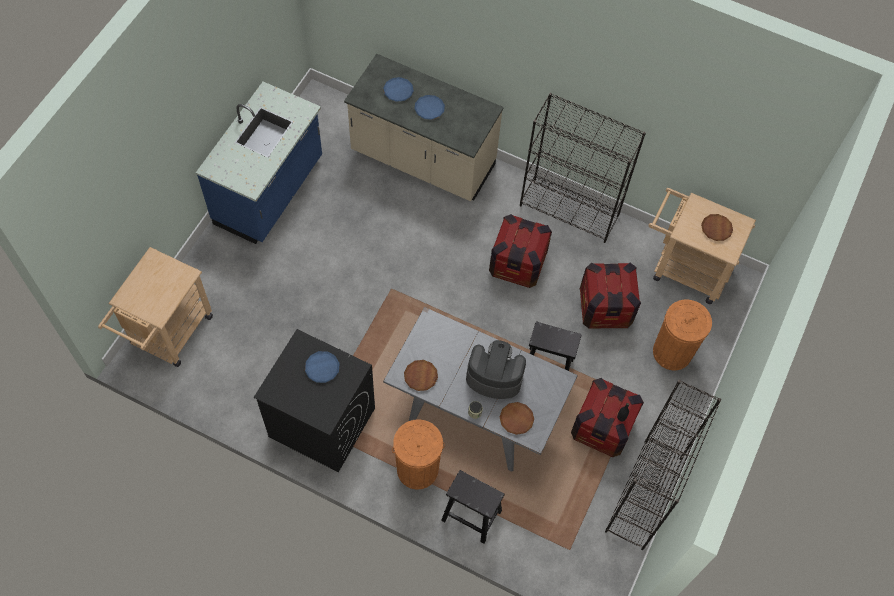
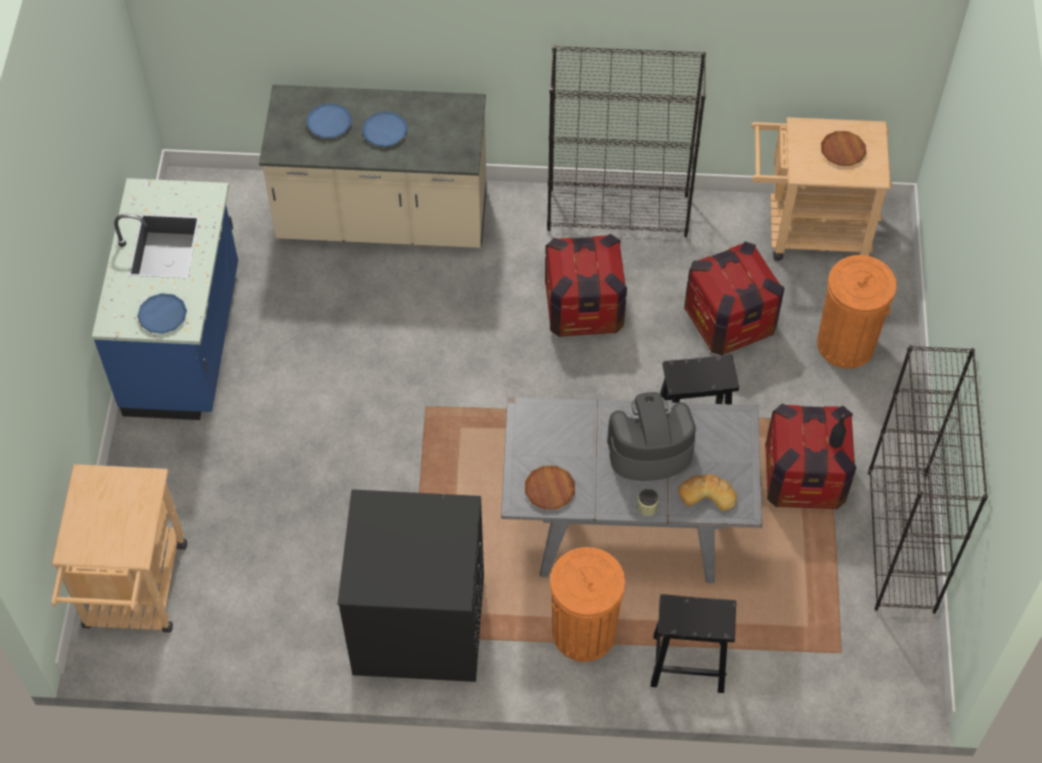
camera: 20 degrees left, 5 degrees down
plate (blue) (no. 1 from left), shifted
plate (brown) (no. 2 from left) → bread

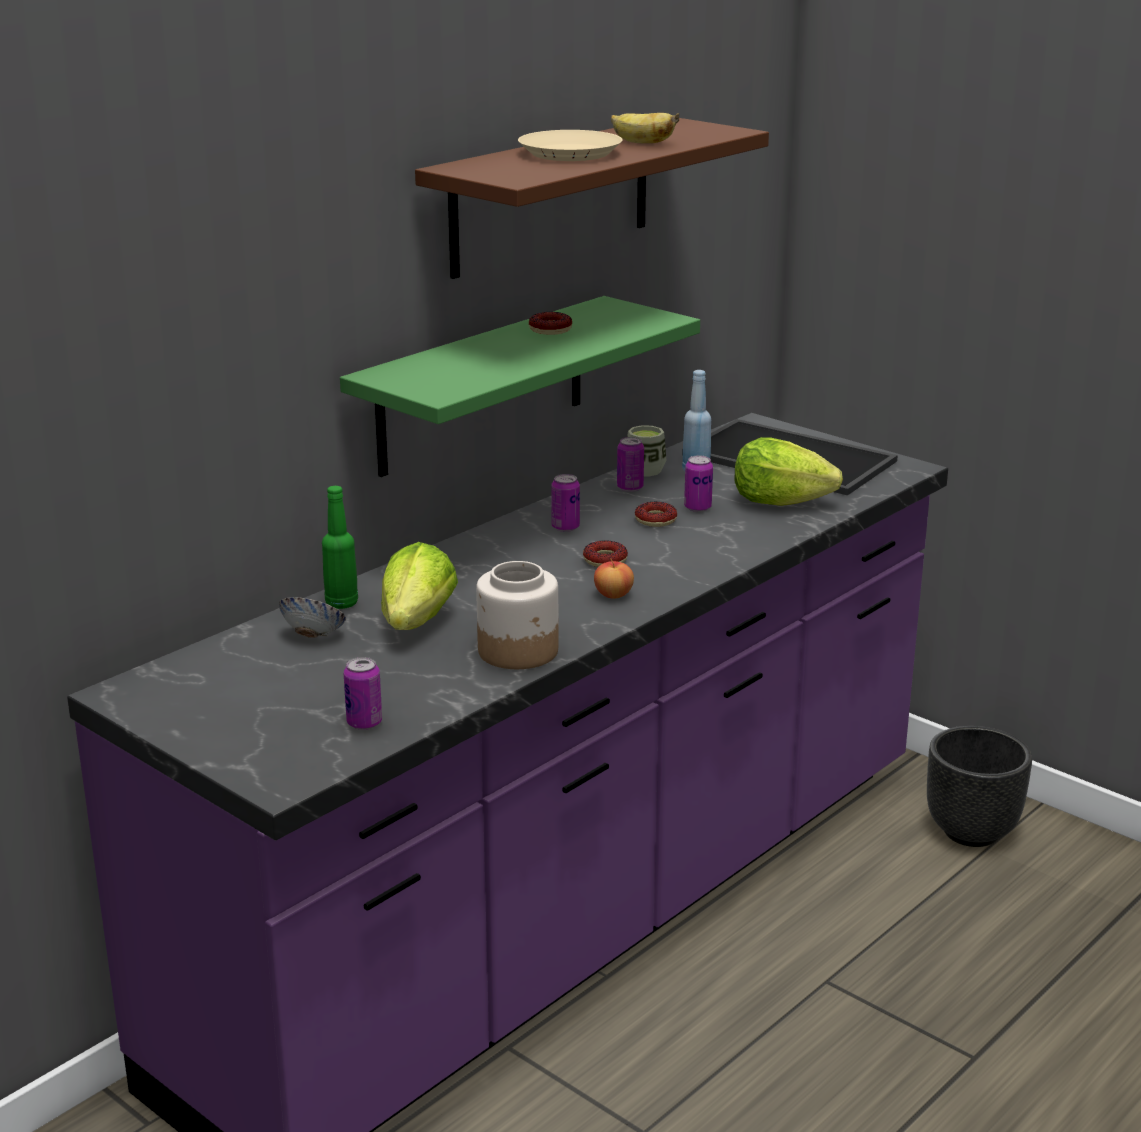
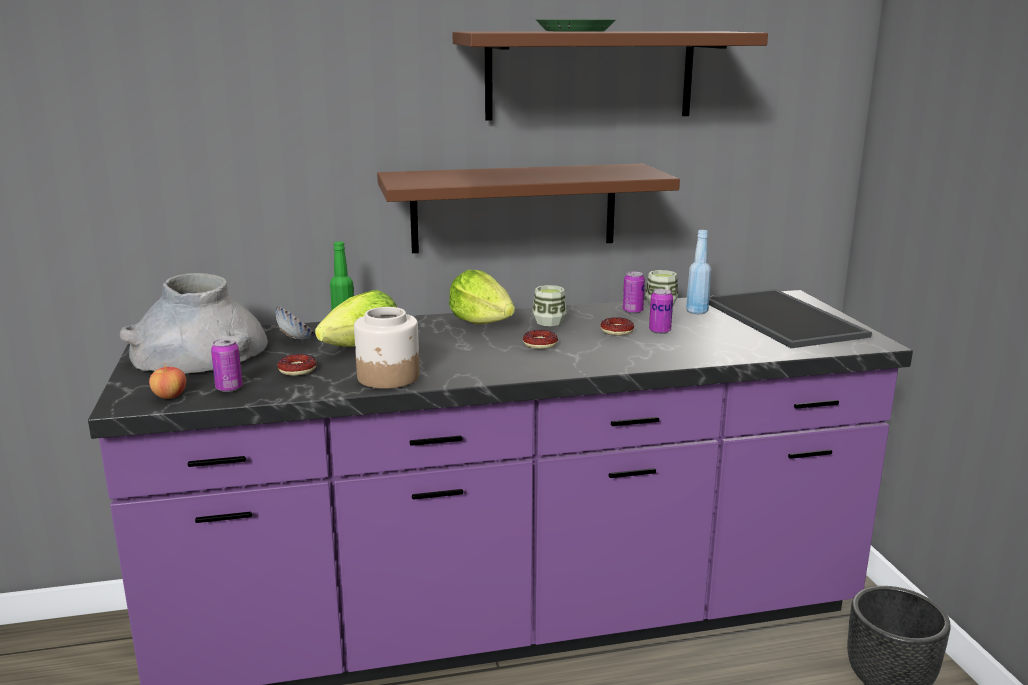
camera: 35 degrees right, 5 degrees down
banana → -
plate (beige) → plate (green)
shelf (green) → shelf (brown) (no. 1 from left)
donut (no. 1 from left), shifted
lettuce (no. 2 from left), shifted
can (no. 2 from left) → cup (no. 1 from left)
apple, shifted
- → vase (grey)

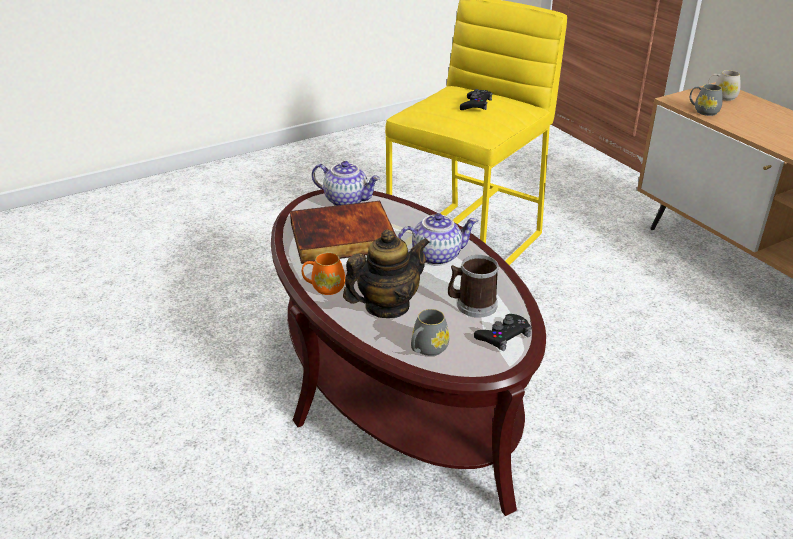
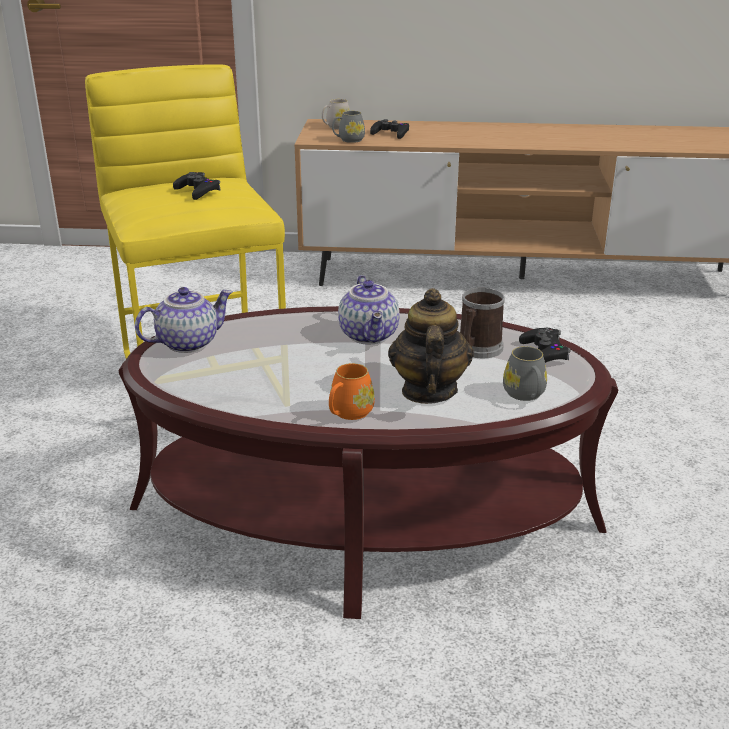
camera: 55 degrees left, 5 degrees down
book → -
teapot (no. 3 from left in the first image) → teapot (no. 2 from left), 150 degrees clockwise
- → game controller (black) (no. 2 from left)

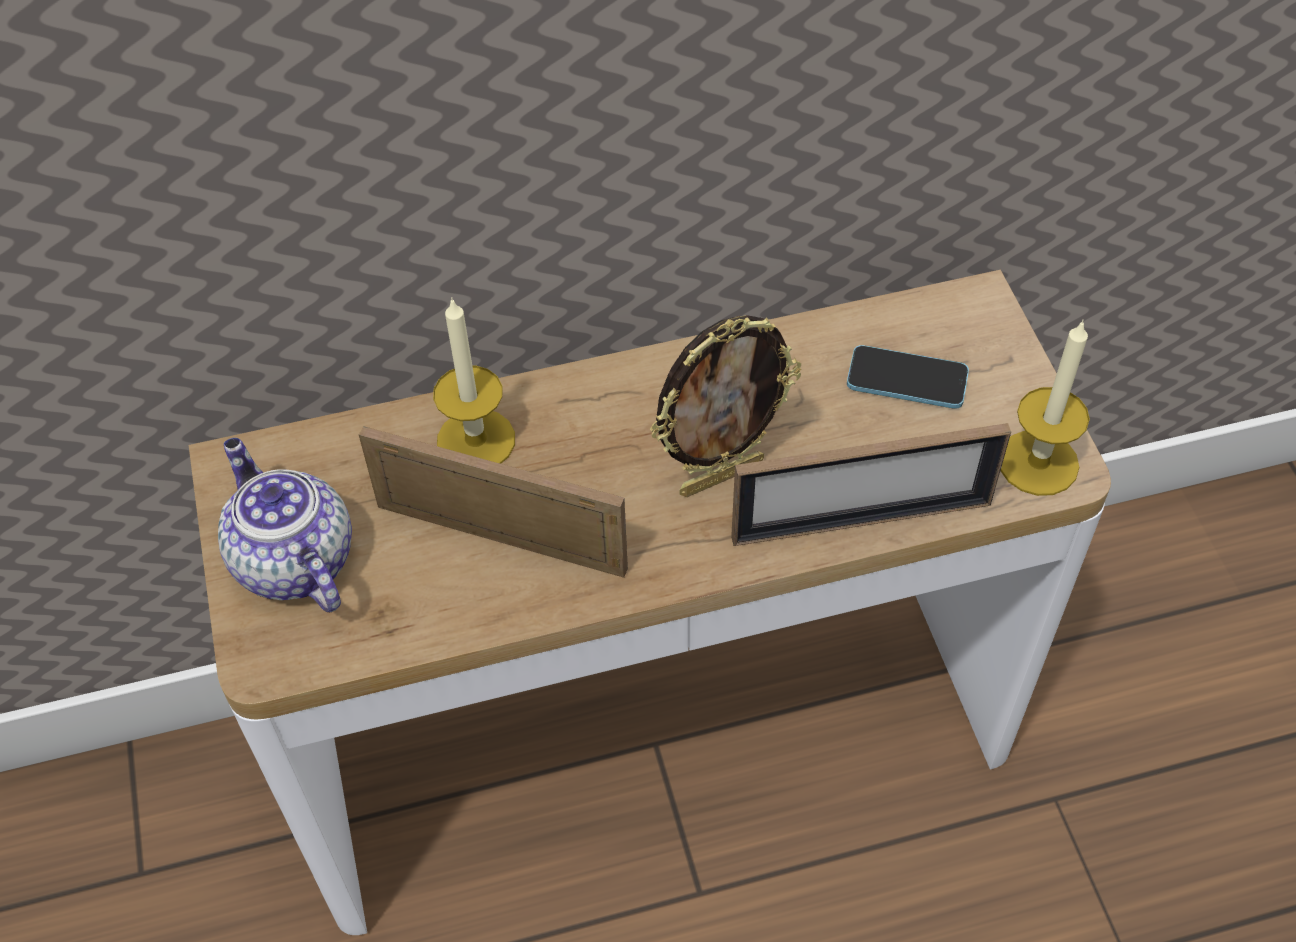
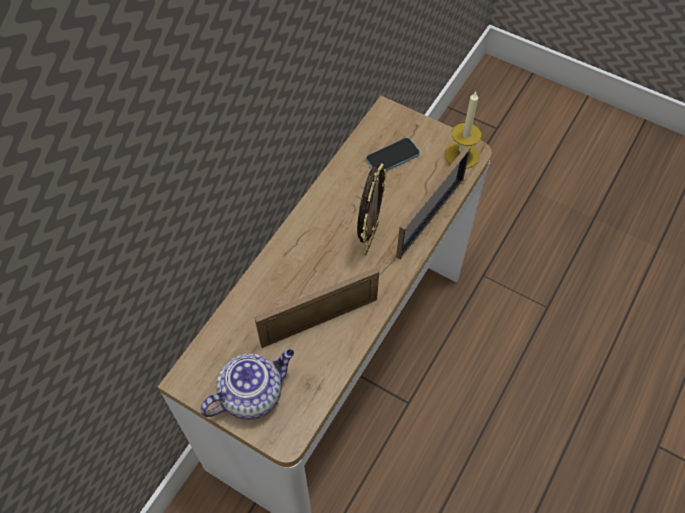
camera: 45 degrees left, 5 degrees up
candle (no. 1 from left) → -
teapot, 135 degrees clockwise

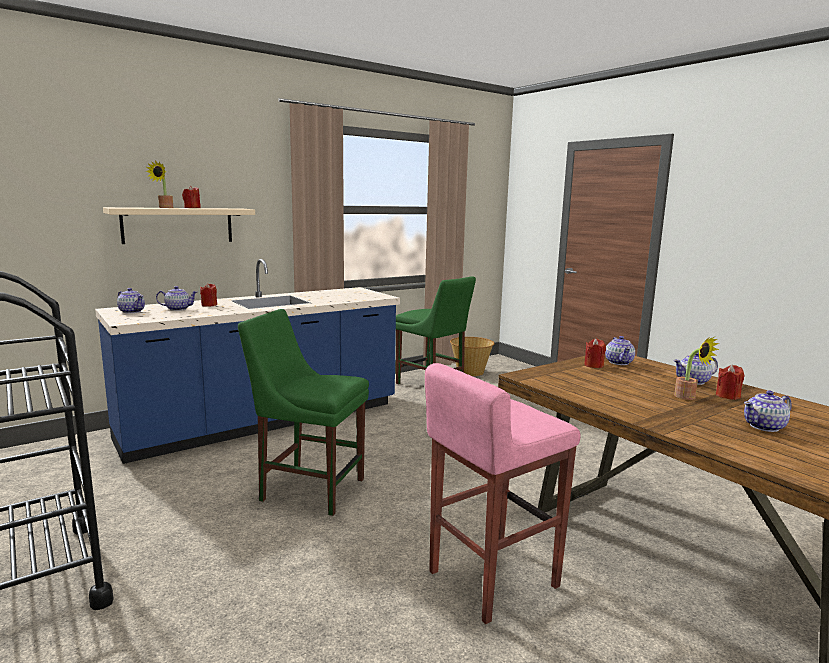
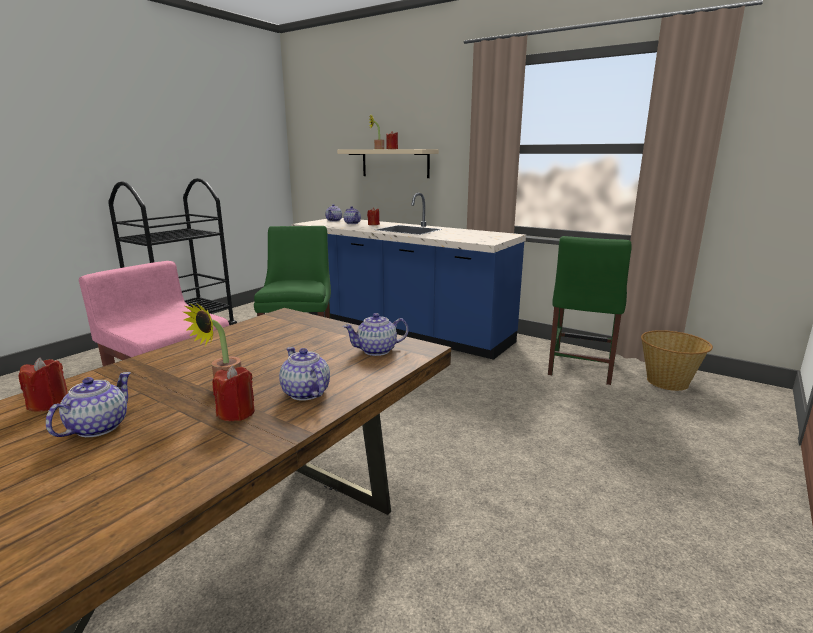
camera: 70 degrees right, 5 degrees up
candle (red) (no. 3 from left in the first image) → candle (red) (no. 1 from left), shifted
teapot (no. 5 from left in the first image) → teapot (no. 1 from left), 60 degrees clockwise

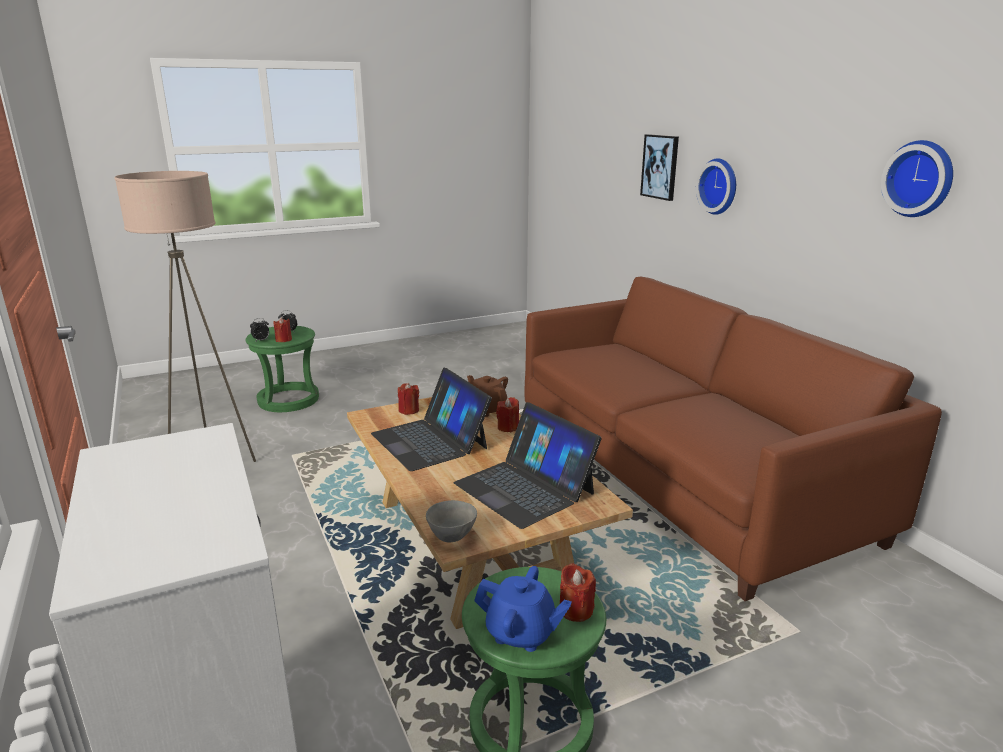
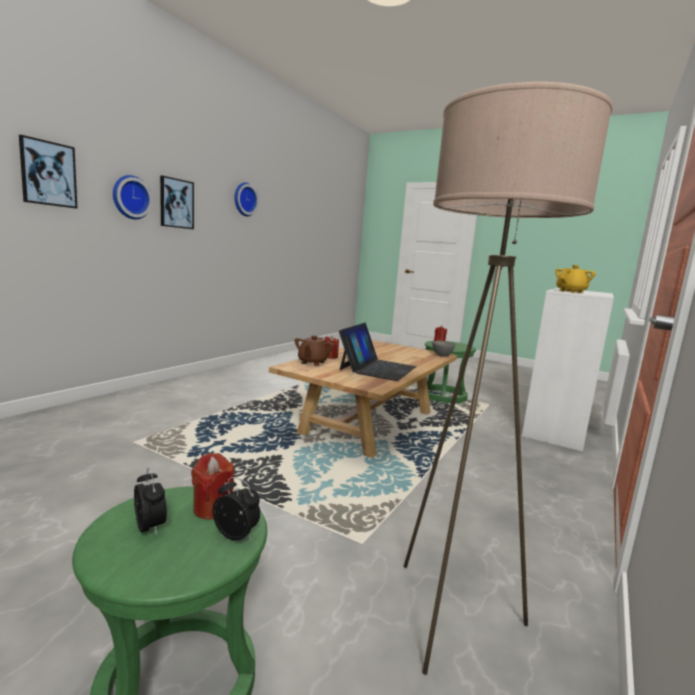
camera: 125 degrees left, 10 degrees down
sofa (brown) → -
candle (red) (no. 2 from left) → -
laptop (no. 2 from left) → -
teapot (blue) → -
- → picture (no. 2 from left)
- → teapot (yellow)

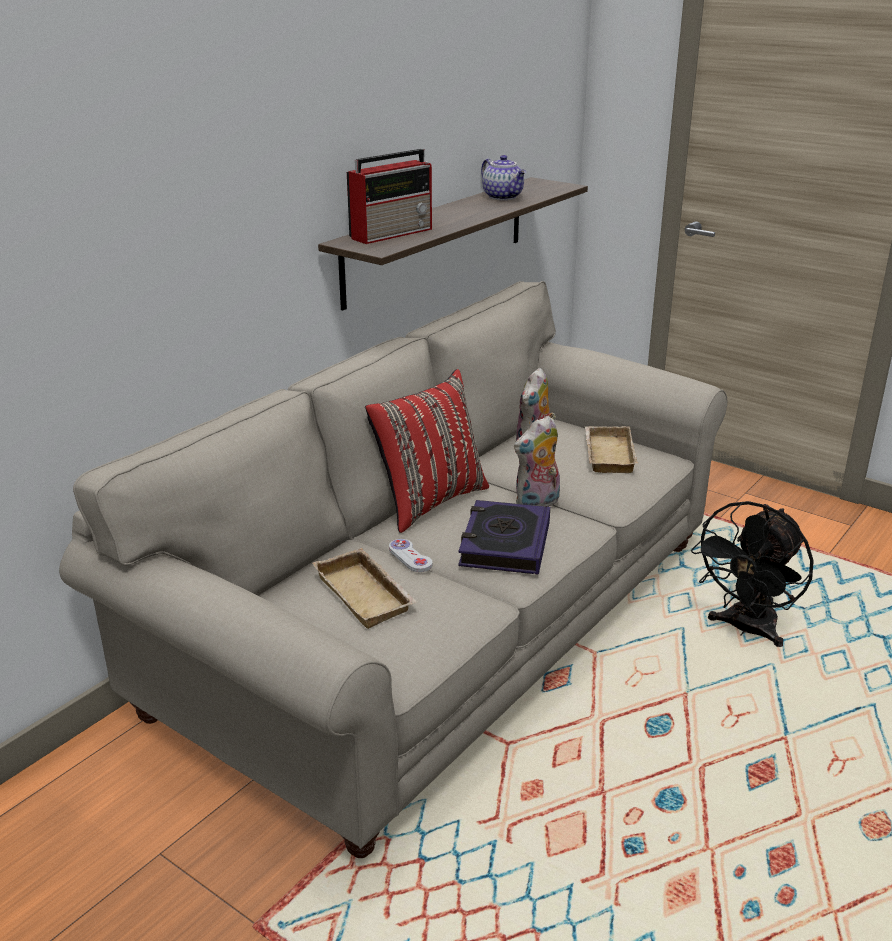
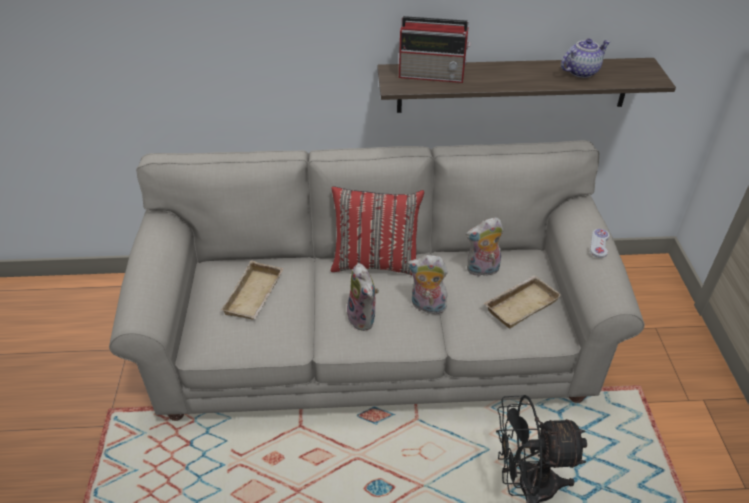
camera: 50 degrees right, 15 degrees up
teapot, 135 degrees counterclockwise
book → plush toy (no. 1 from left)
game controller (white), shifted

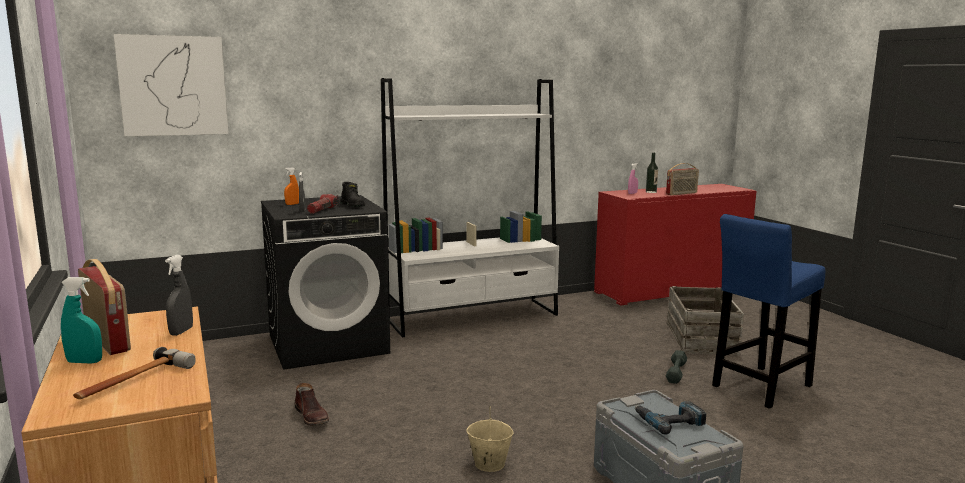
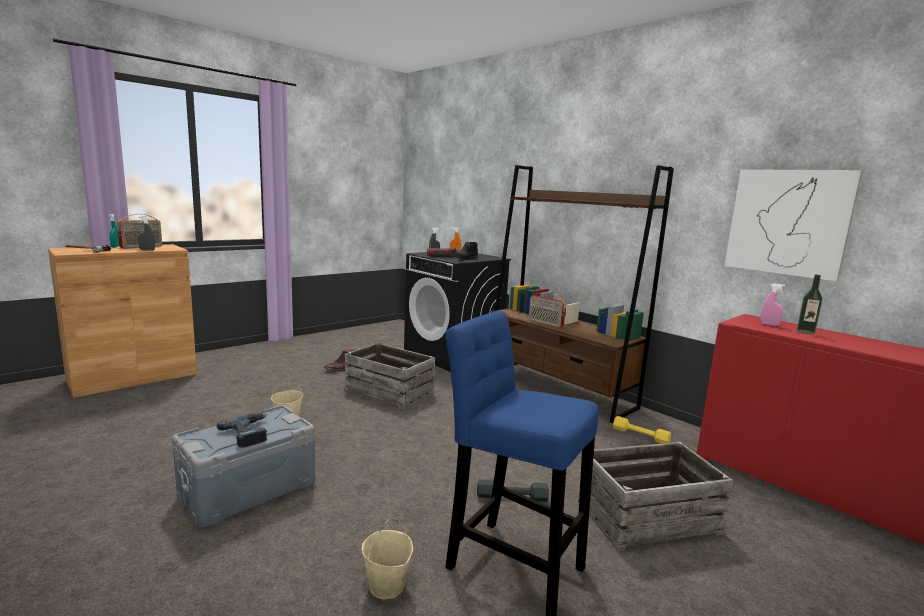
camera: 70 degrees right, 0 degrees up
picture, shifted
bookcase (white) → bookcase (brown)
radio (no. 2 from left), shifted
- → crate (no. 1 from left)
- → dumbbell (yellow)
- → bucket (beige) (no. 2 from left)

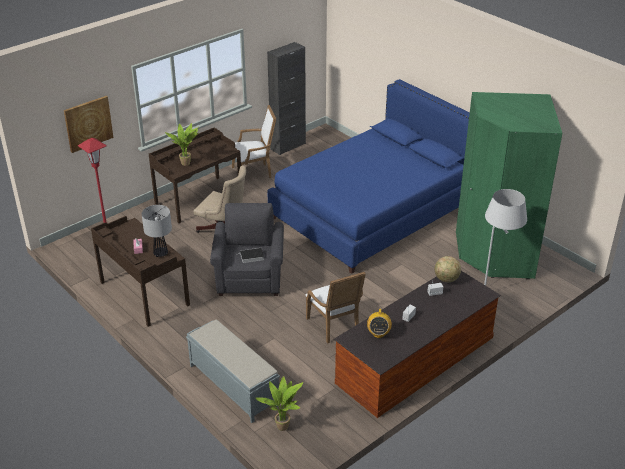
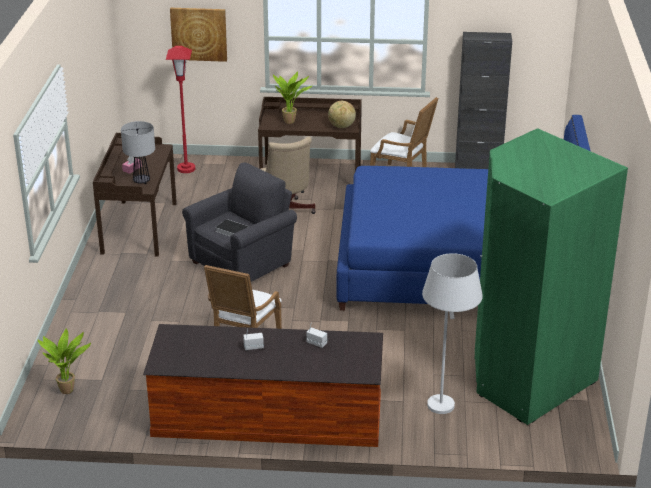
camera: 45 degrees right, 5 degrees down
globe, shifted
radio (no. 1 from left) → -
bench (grey) → -

